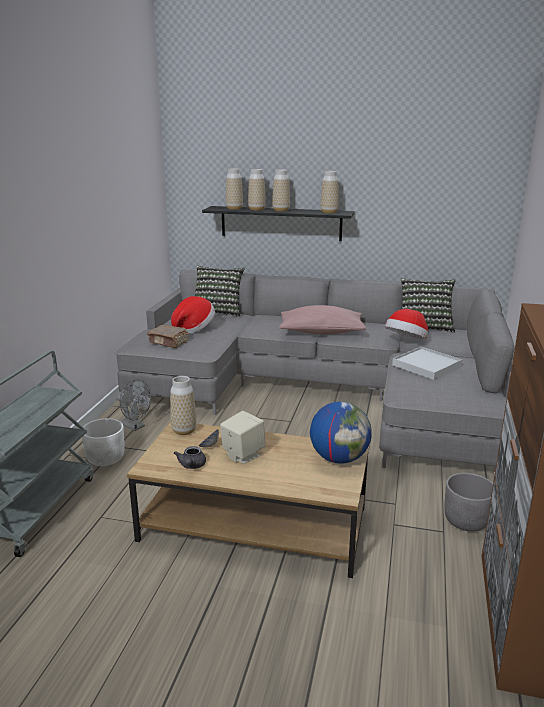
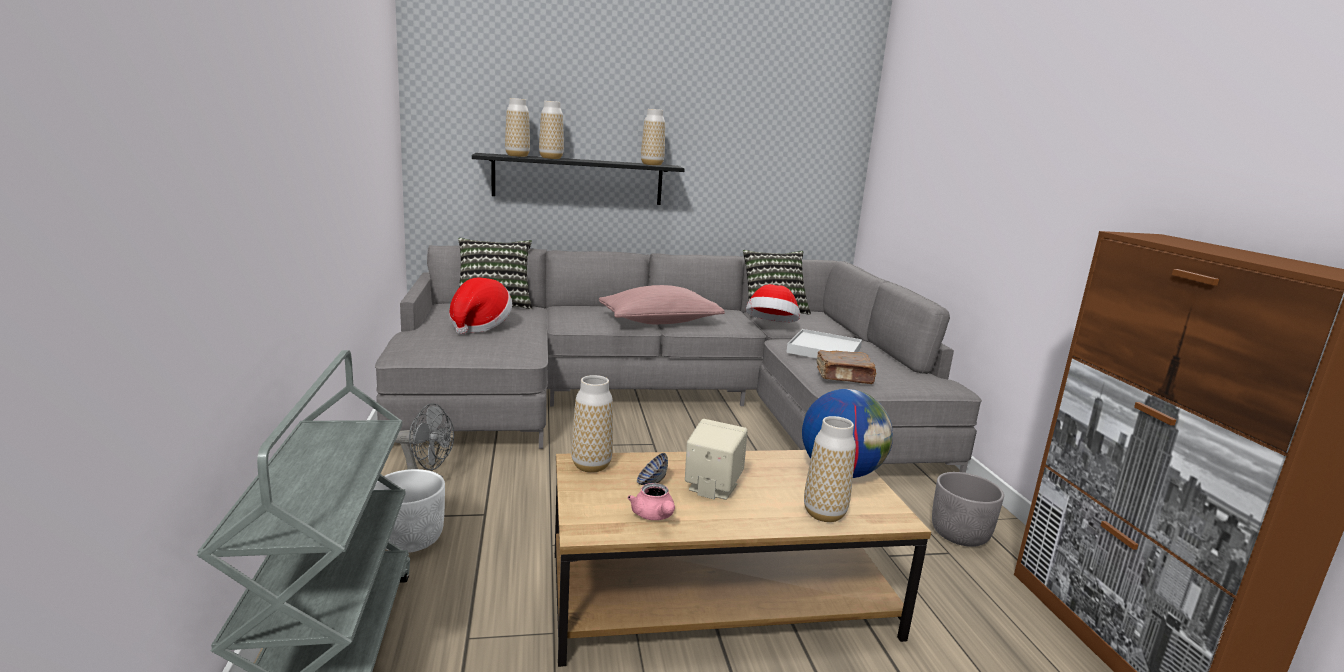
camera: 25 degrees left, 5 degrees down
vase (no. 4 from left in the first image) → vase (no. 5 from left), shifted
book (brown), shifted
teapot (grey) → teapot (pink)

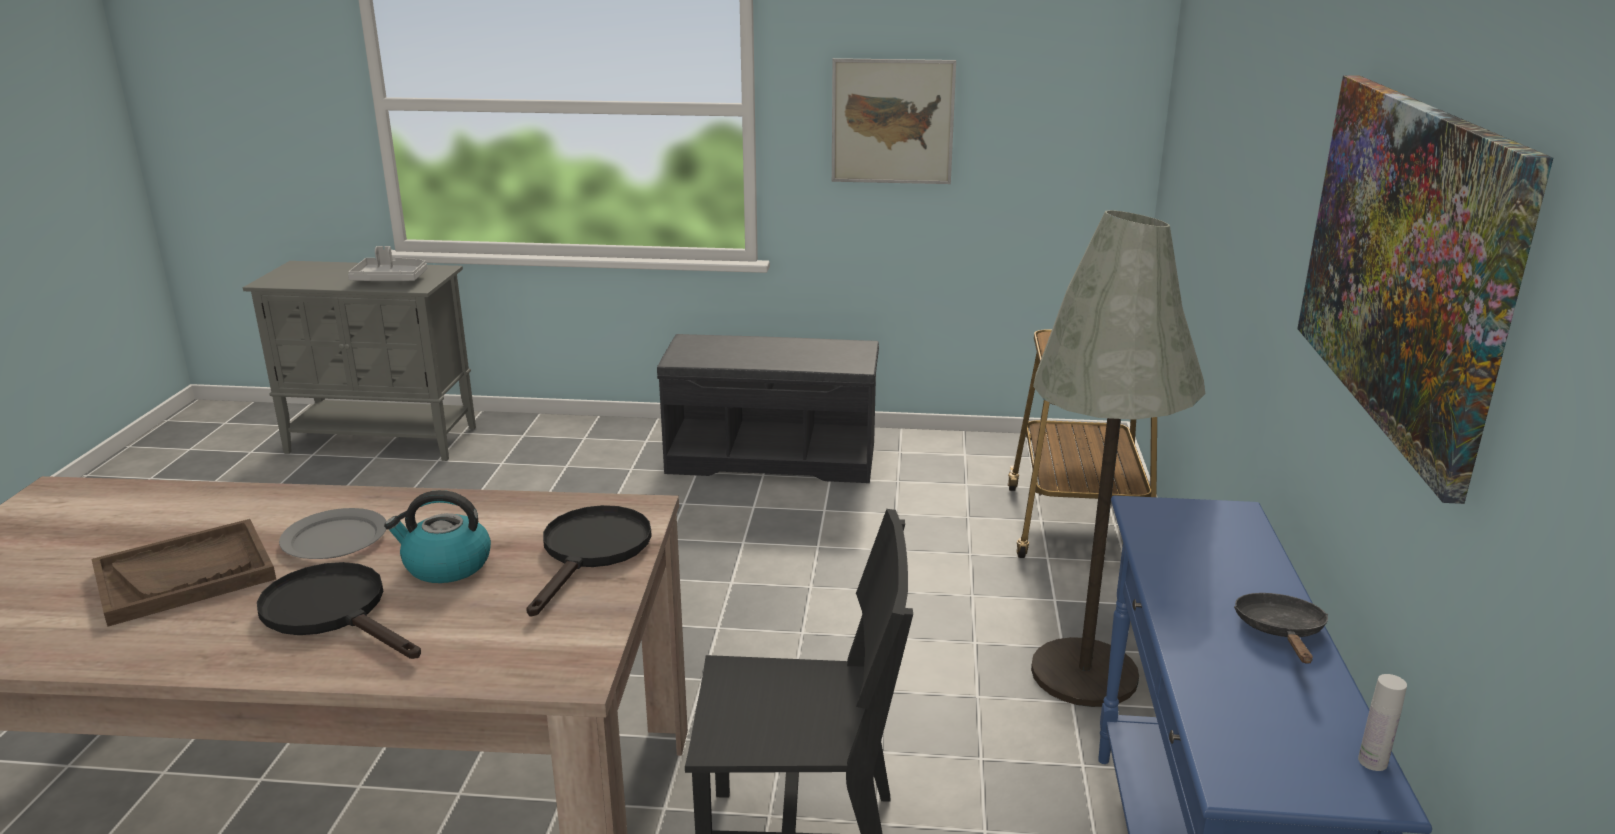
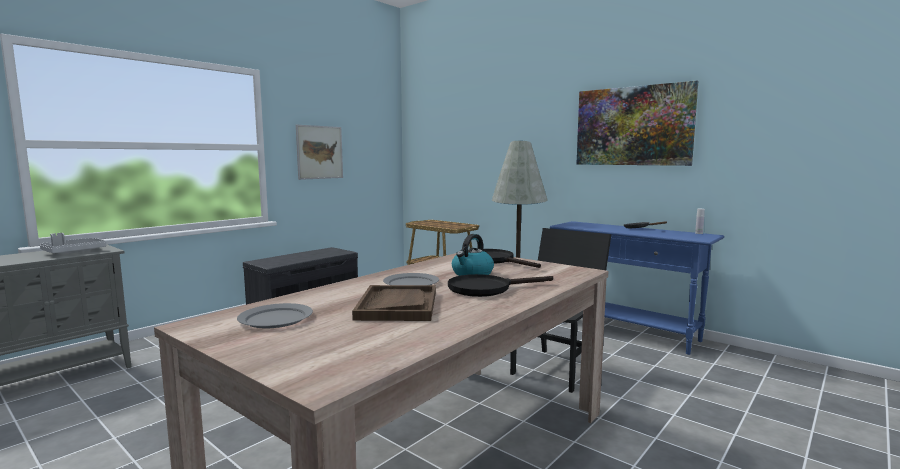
camera: 55 degrees left, 15 degrees down
- → plate (grey) (no. 1 from left)

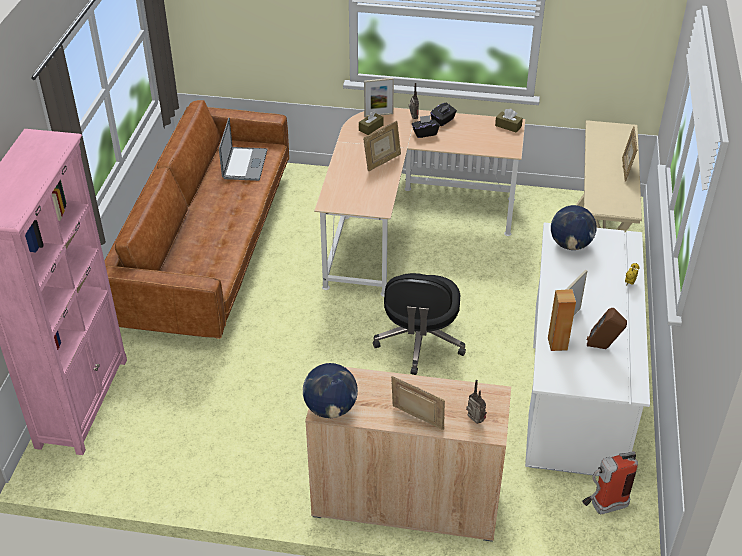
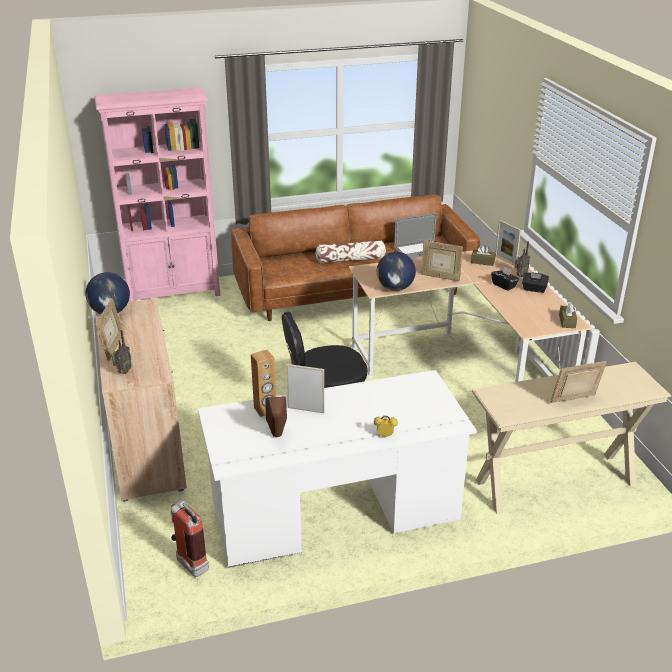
camera: 65 degrees right, 10 degrees down
globe (no. 2 from left), shifted
- → pillow

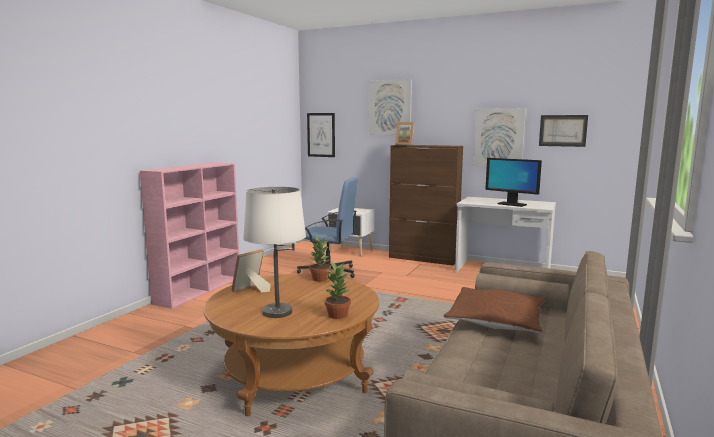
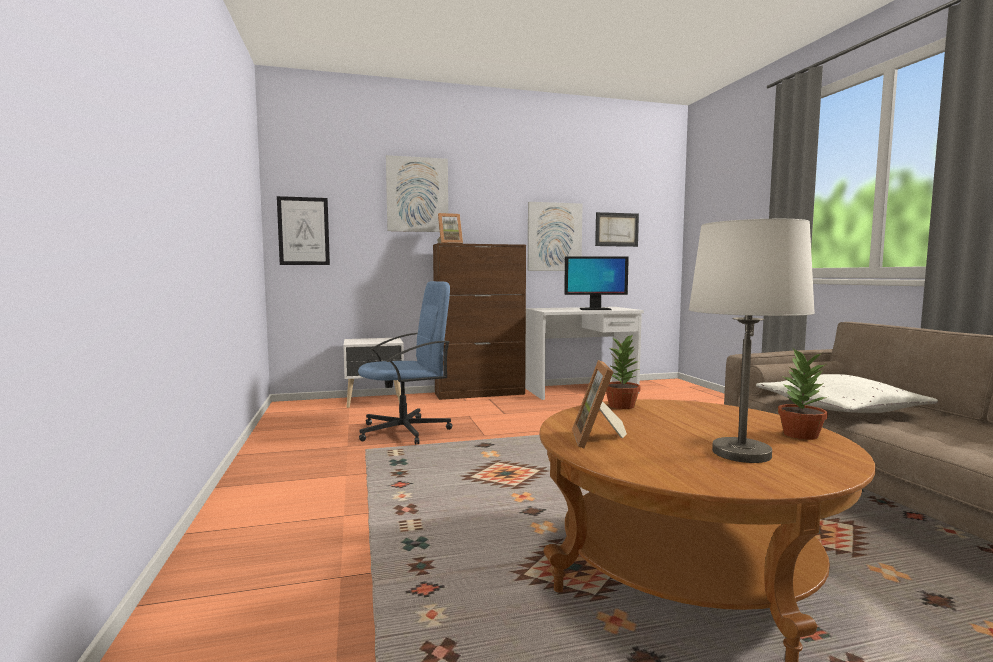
camera: 40 degrees left, 5 degrees down
bookcase (pink) → -
pillow (brown) → pillow (white)

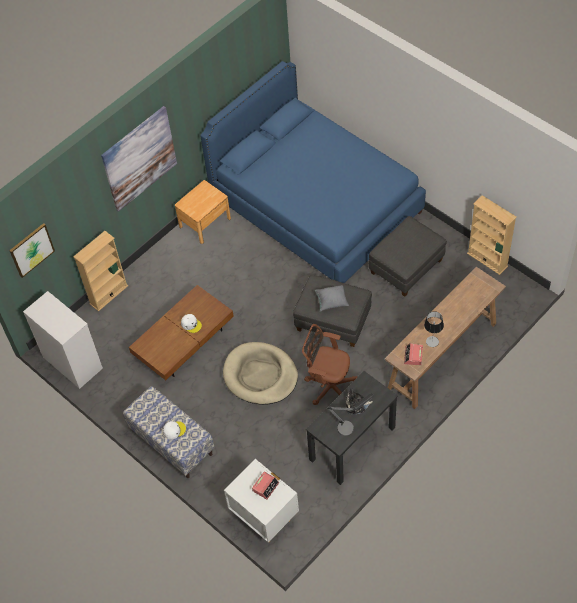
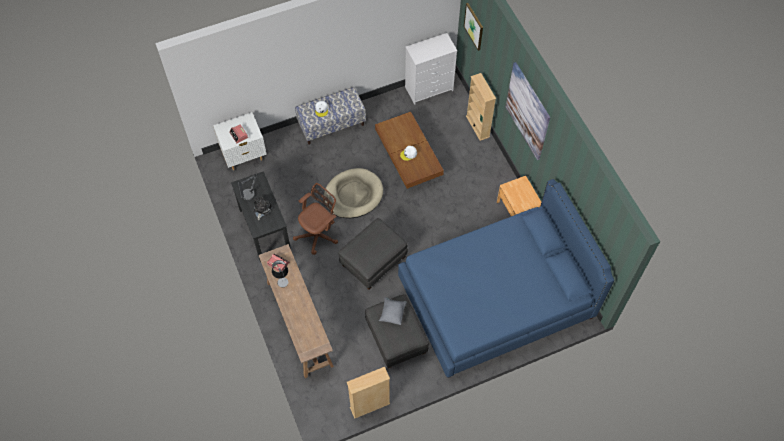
camera: 110 degrees right, 5 degrees up
pillow (grey), shifted

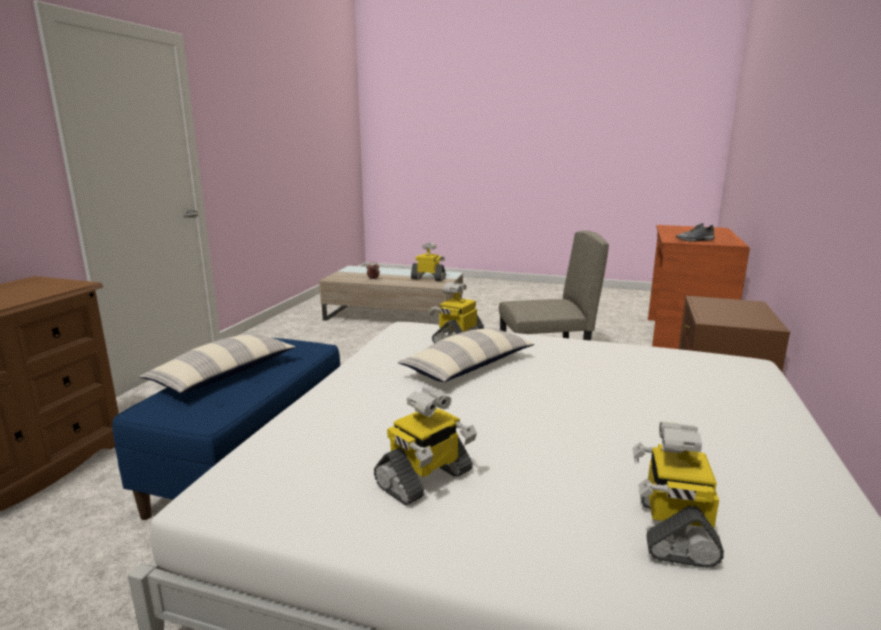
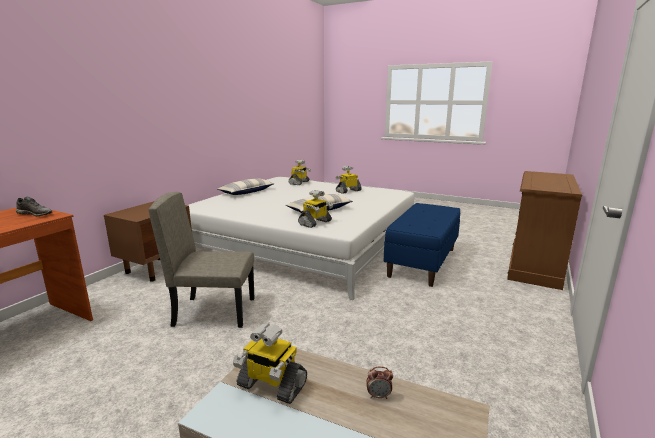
camera: 170 degrees left, 0 degrees up
pillow (no. 1 from left), shifted

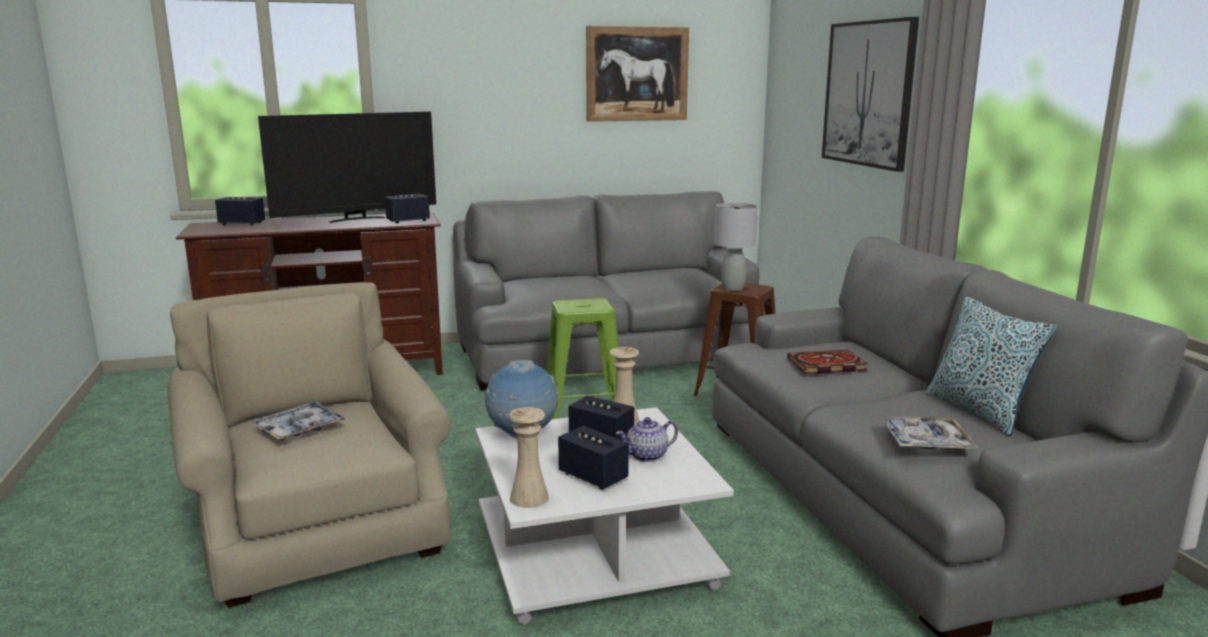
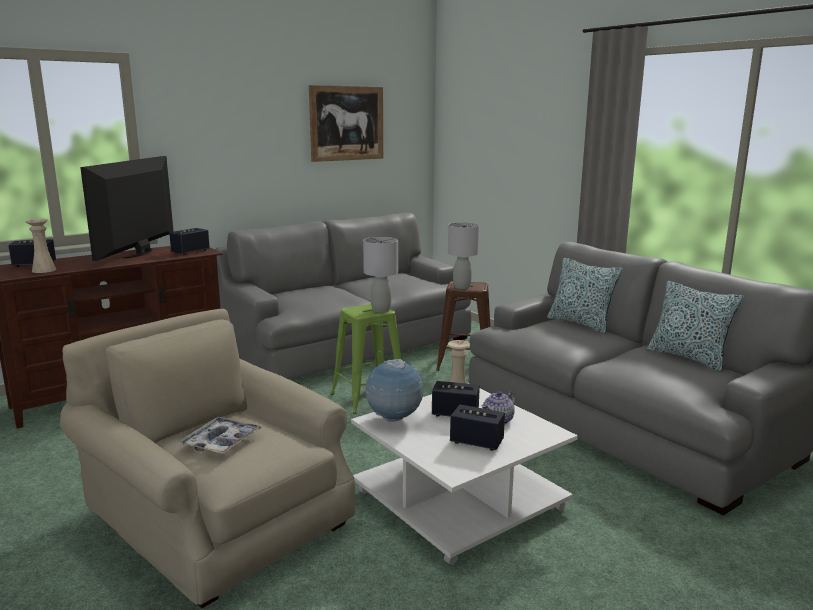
camera: 20 degrees left, 0 degrees up
picture (no. 2 from left) → -
television, 150 degrees clockwise
book → -
vase (beige) (no. 1 from left), shifted
tray (no. 2 from left) → -
- → table lamp (grey) (no. 1 from left)
- → pillow (no. 1 from left)

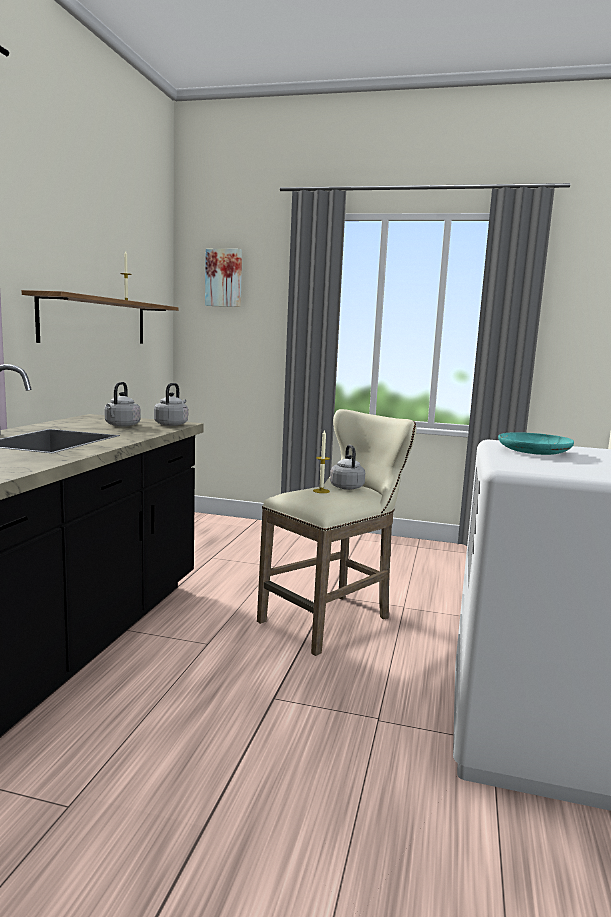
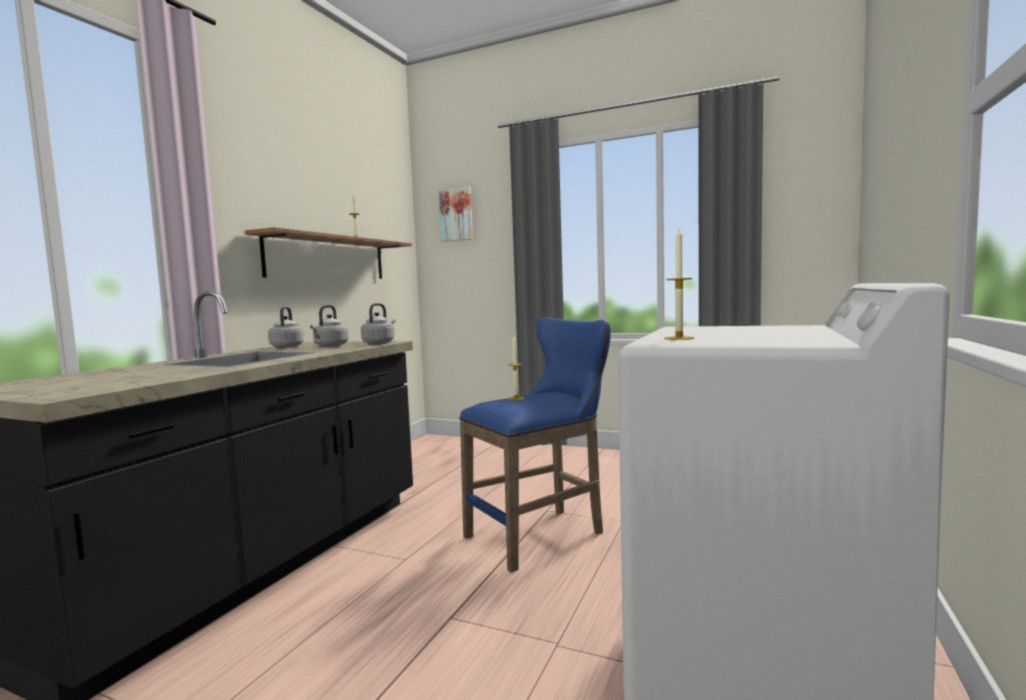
camera: 10 degrees right, 5 degrees down
stool (beige) → stool (blue)
plate (turquoise) → -
kettle (grey) (no. 3 from left in the first image) → kettle (grey) (no. 1 from left), shifted
- → candle (no. 3 from left)

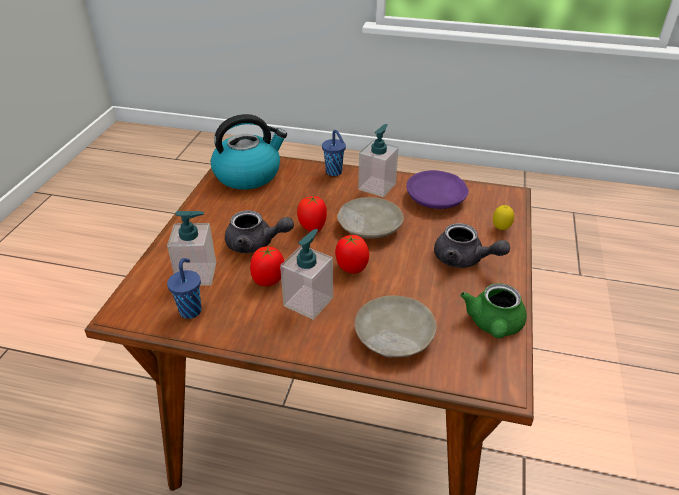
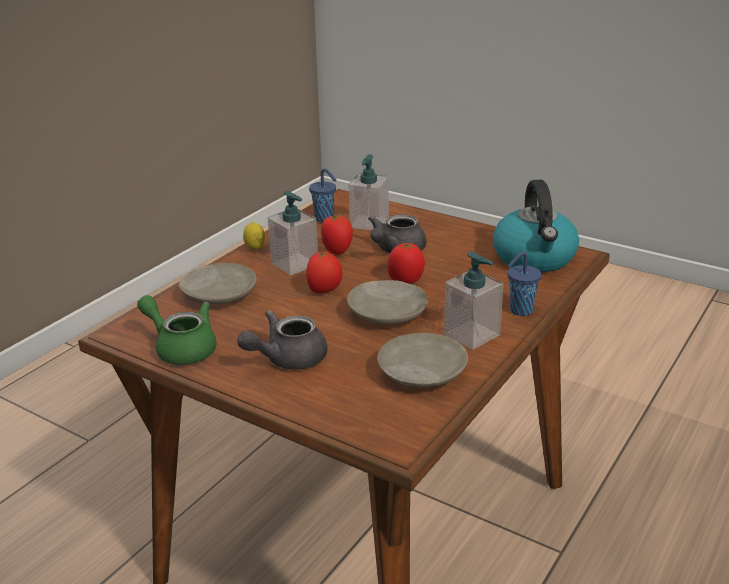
camera: 110 degrees right, 10 degrees down
plate (purple) → plate (beige) (no. 3 from left)
lemon, shifted

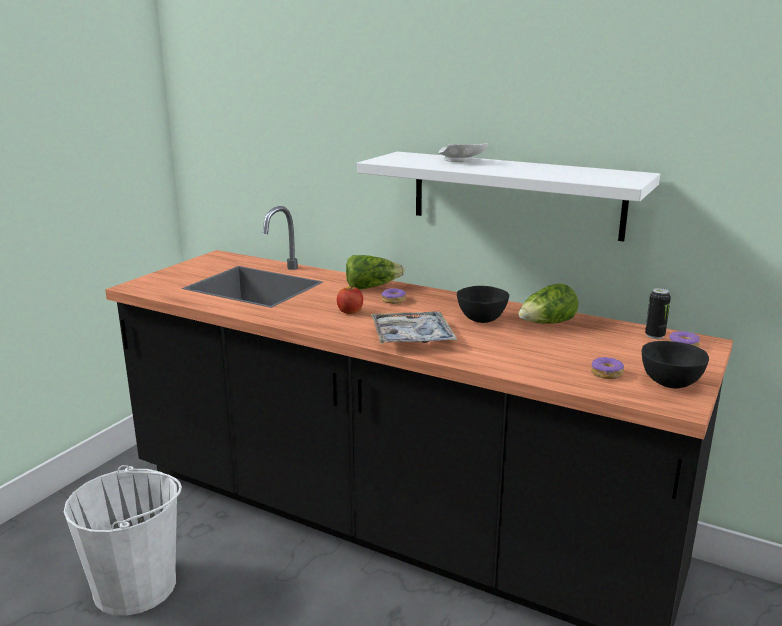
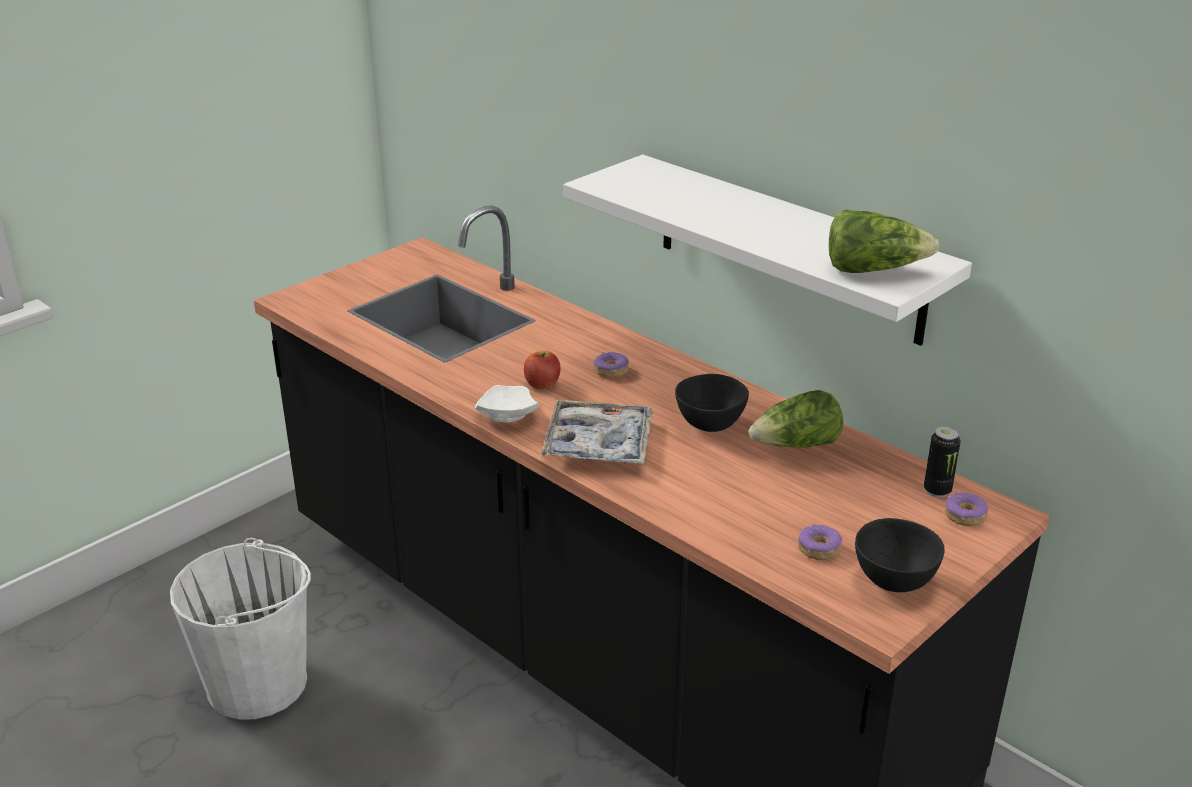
camera: 15 degrees right, 10 degrees up
plate (white), shifted
lettuce (no. 1 from left in the first image) → lettuce (no. 2 from left), shifted

